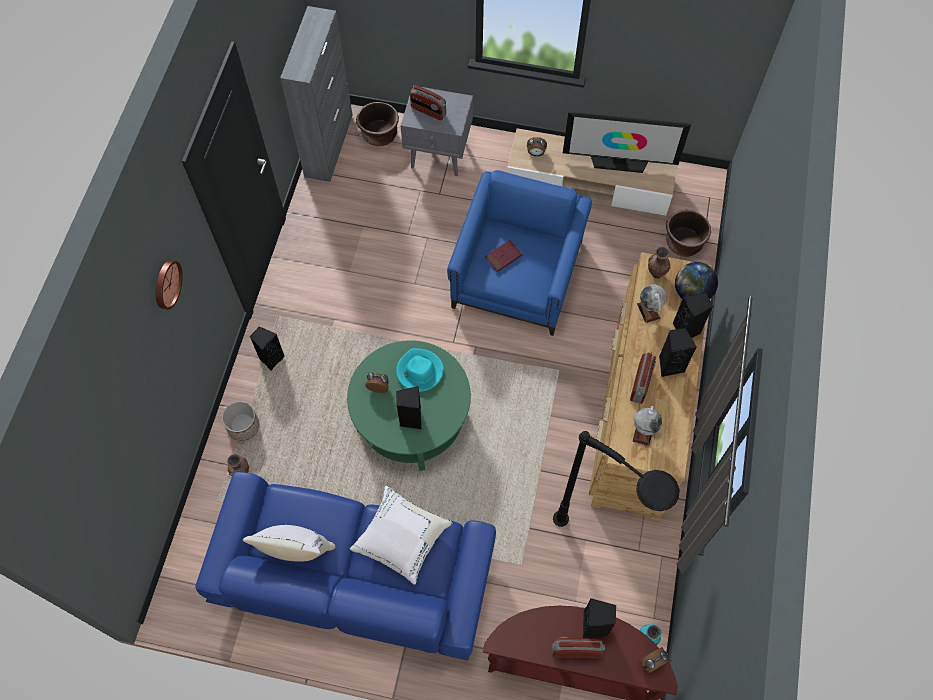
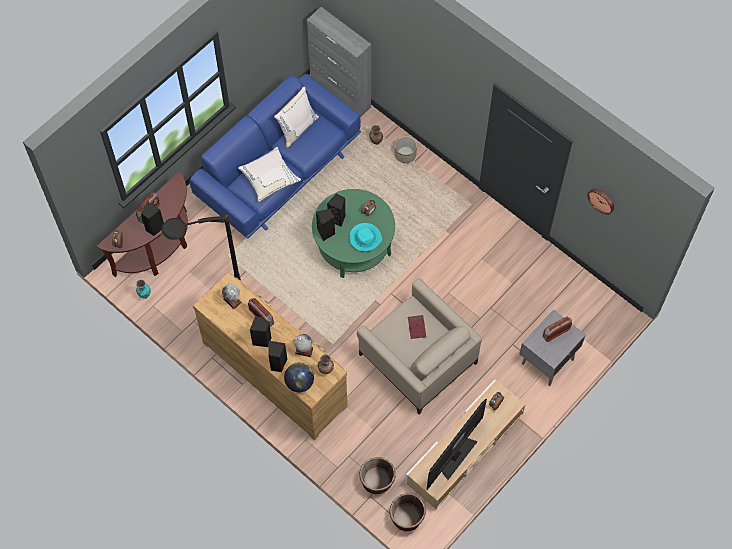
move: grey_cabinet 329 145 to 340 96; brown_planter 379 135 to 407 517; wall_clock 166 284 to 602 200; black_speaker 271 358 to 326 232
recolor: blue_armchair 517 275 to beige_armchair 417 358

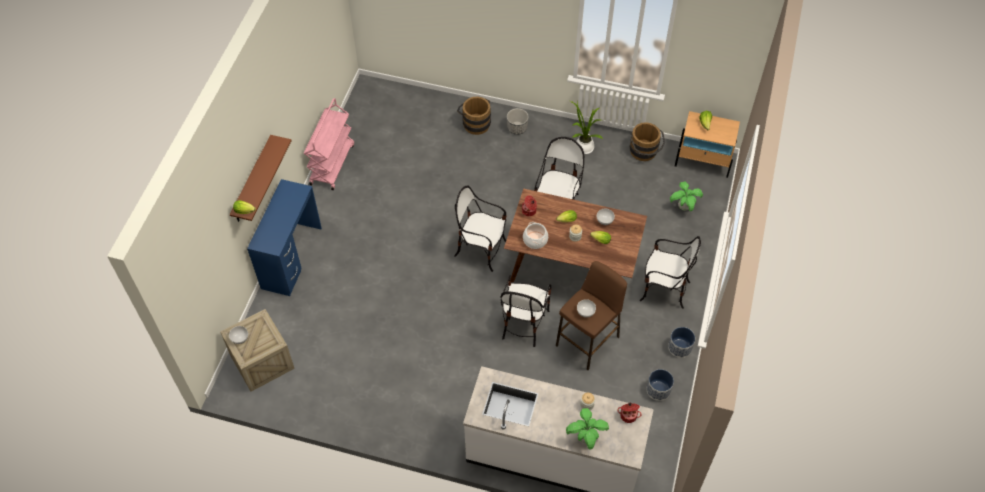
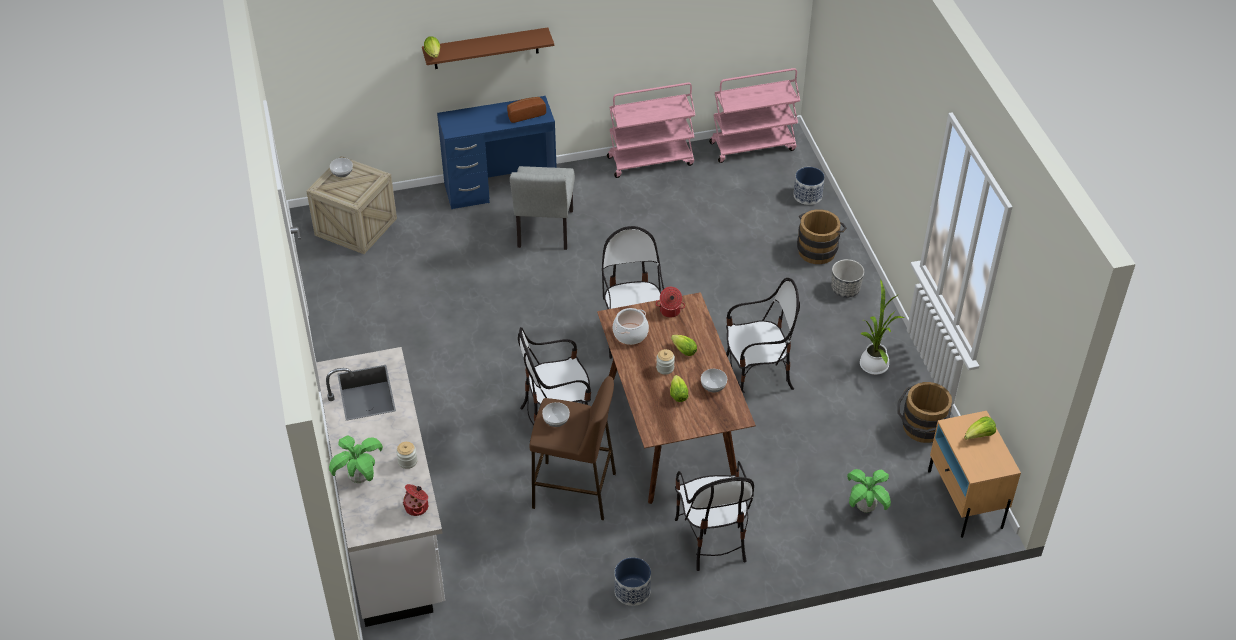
insert: pink_cart 753 146; bread 525 114; grey_chair 544 233
move: planter 658 390 to 807 195

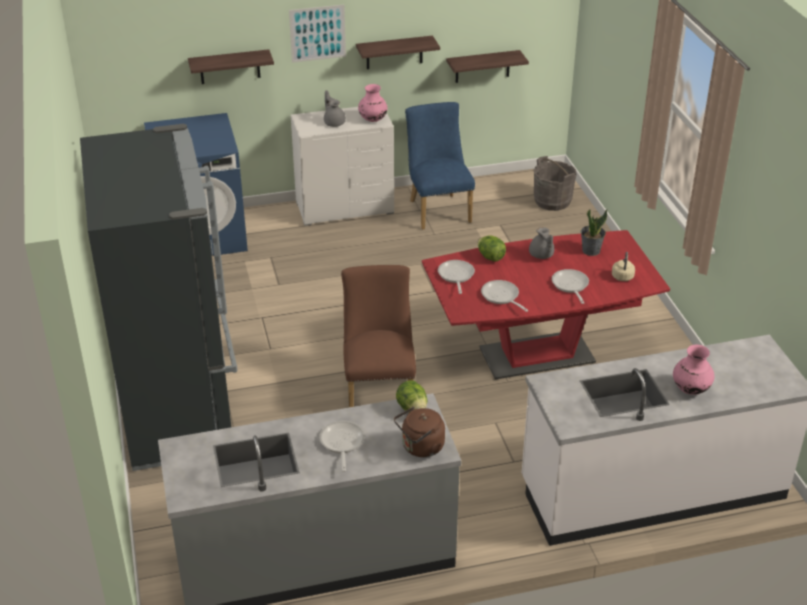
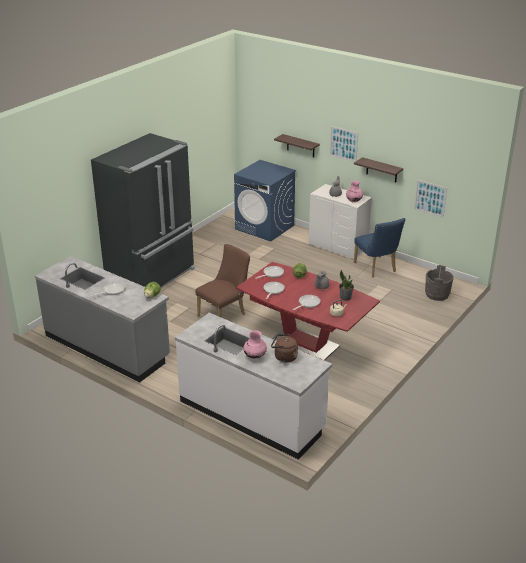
move: brown_kettle 420 448 to 284 357
replace: shelf 482 66 to picture 430 198
rotate: blue_chair 438 209 = 376 268 120 degrees clockwise

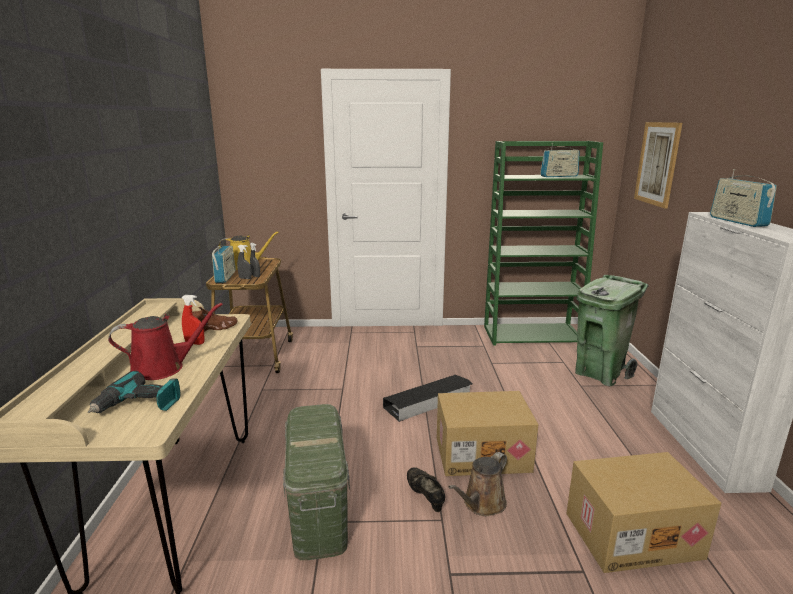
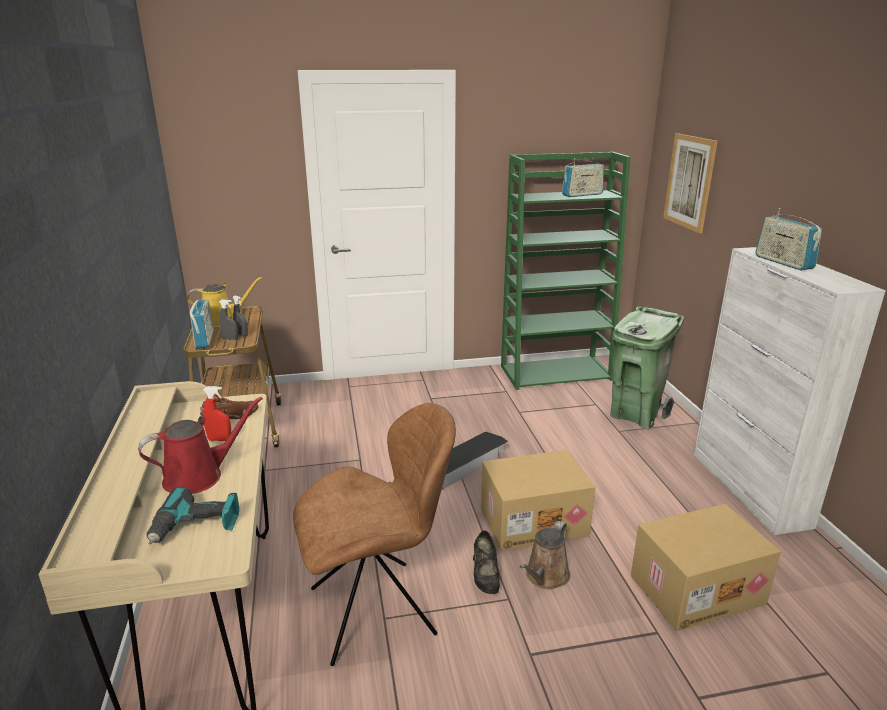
replace: green_storage_box 319 513 to brown_chair 377 609
rotate: black_shoe 425 497 = 485 576 150 degrees counterclockwise

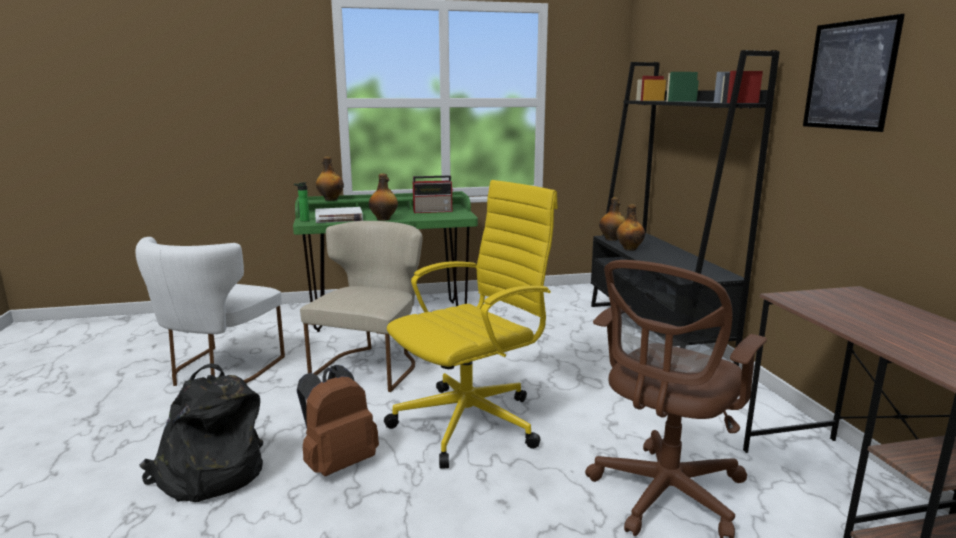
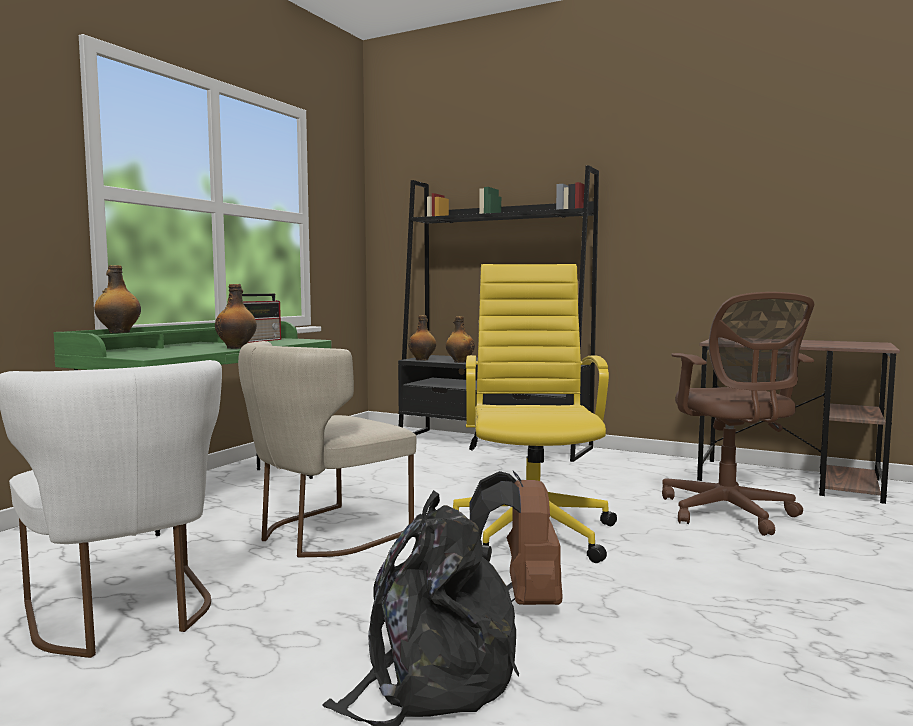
delete: picture 849 75; bottle 303 220; white_book 339 218
rotate: beige_chair 372 365 = 324 535 105 degrees counterclockwise

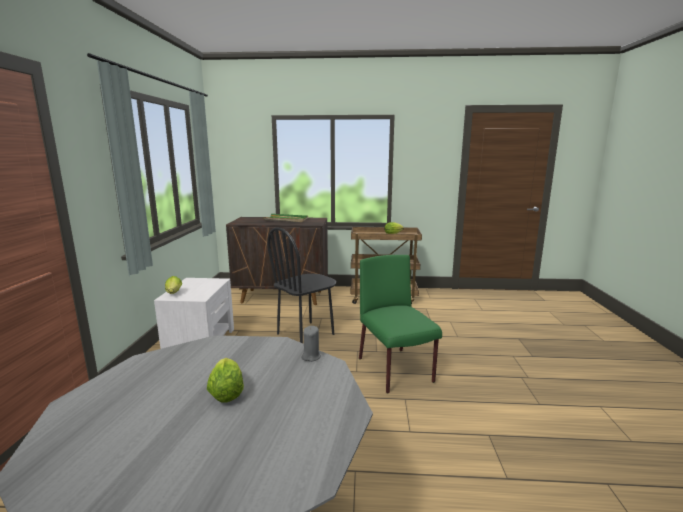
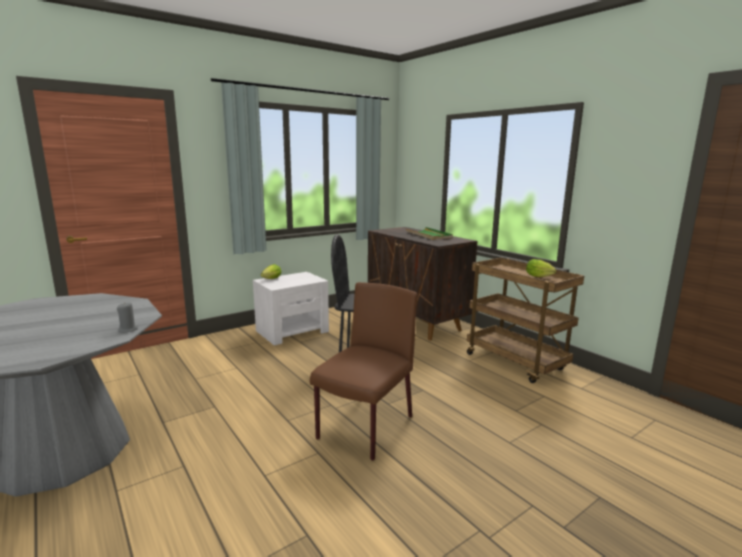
delete: lettuce 227 391
recolor: green_chair 395 370 to brown_chair 365 428

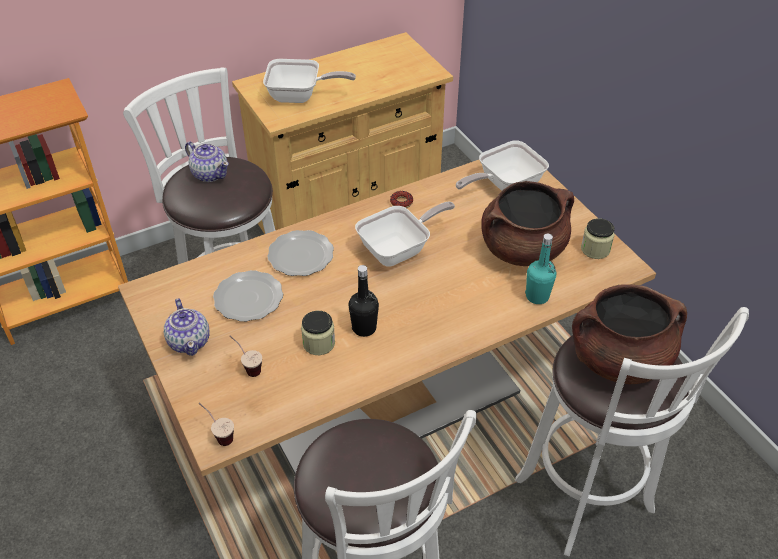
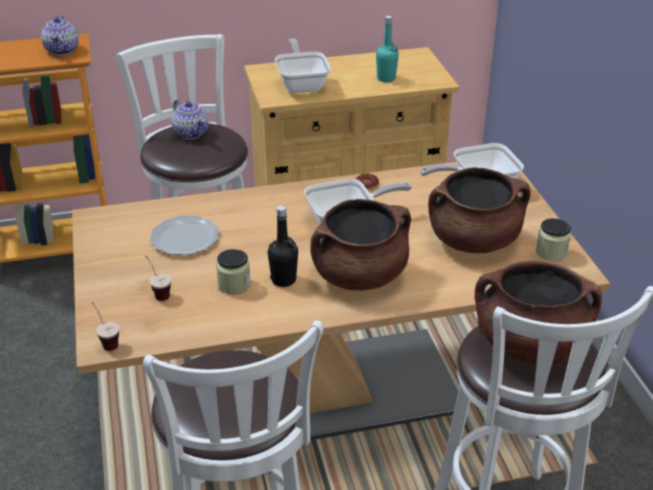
delete: plate 300 256
insert: brown_cooking_pot 359 275
move: turquoise_bottle 537 296 to 386 78; teapot 189 341 to 62 50
rotate: frying_pan 300 96 = 302 84 120 degrees counterclockwise

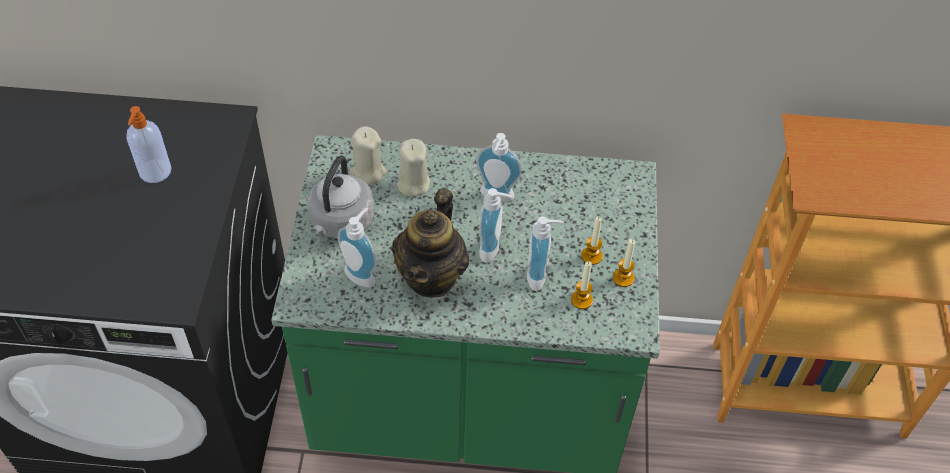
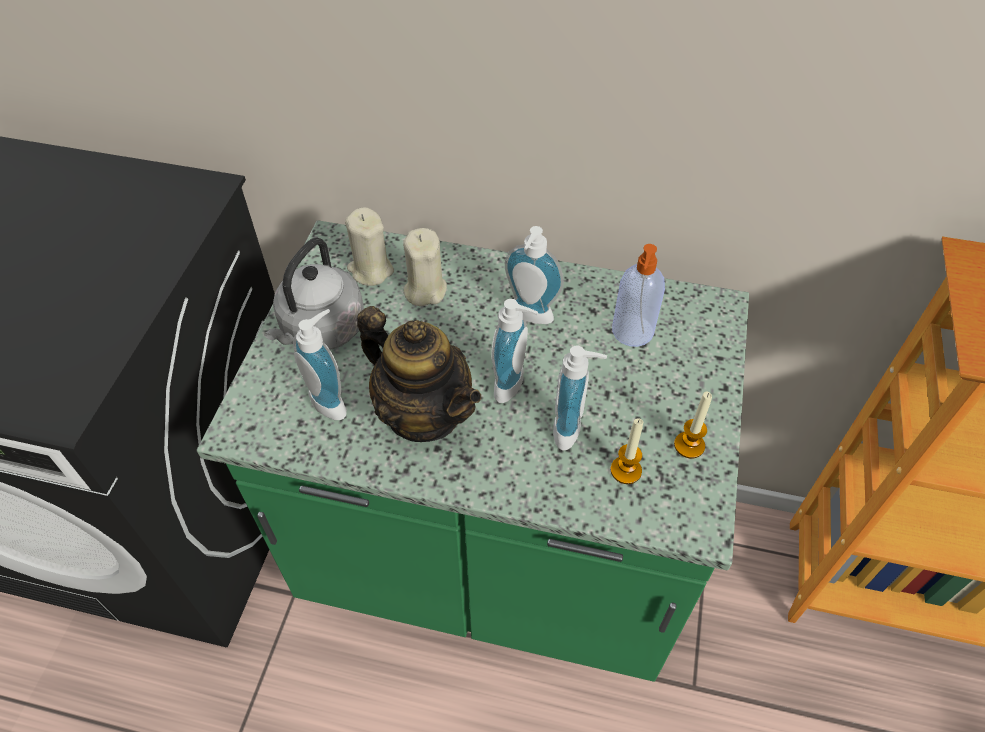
delete: candle 591 256
move: soap_dispenser 154 172 to 632 332
rotate: teapot 432 276 = 424 413 75 degrees counterclockwise

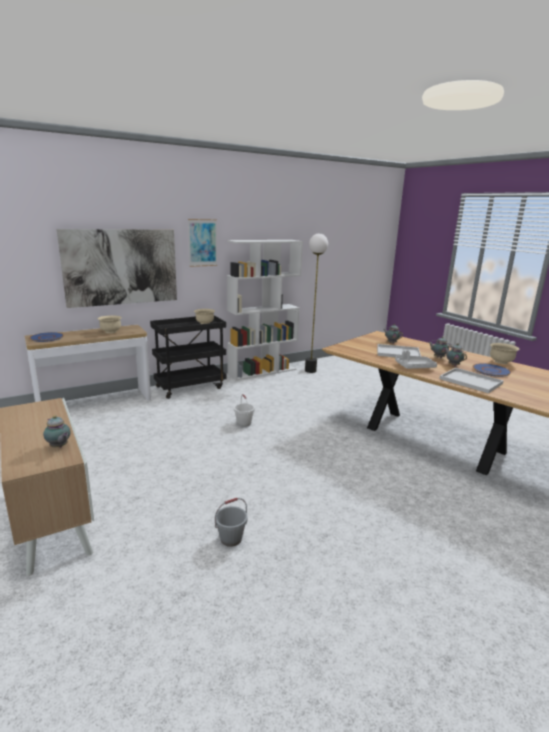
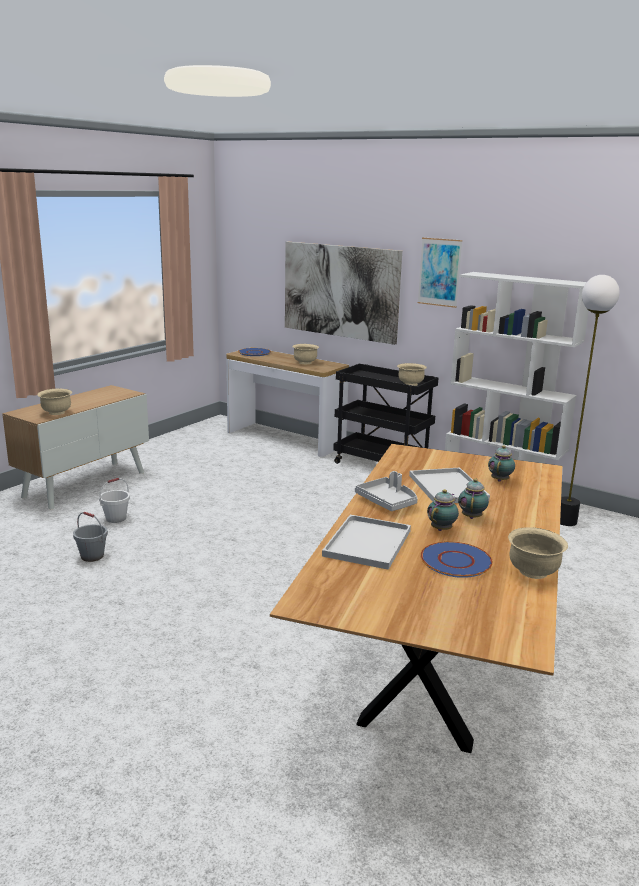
move: white_bucket 244 423 to 116 518
replace: teapot 59 447 to beige_bowl 56 413

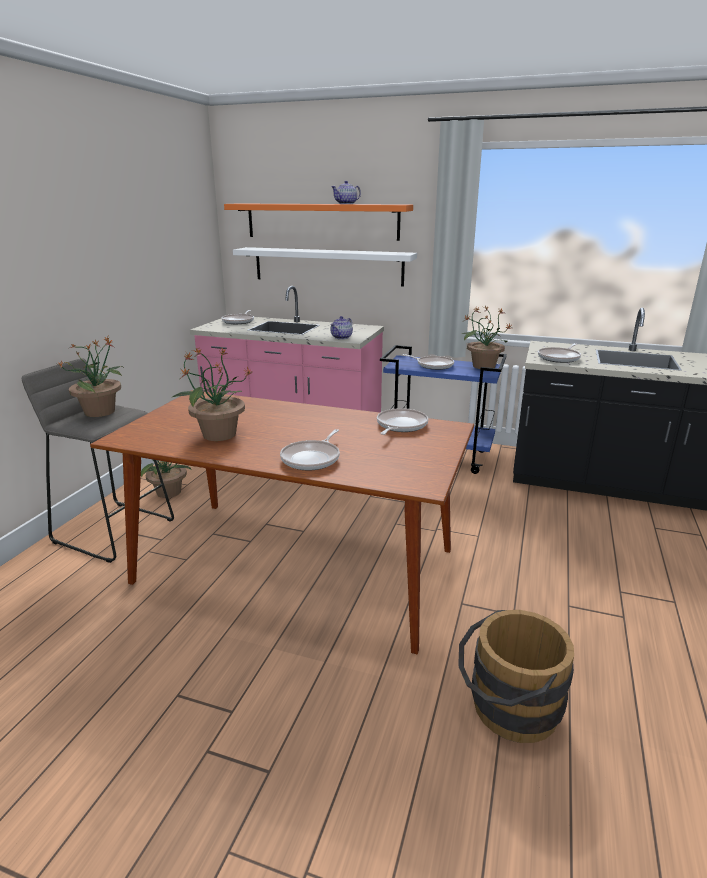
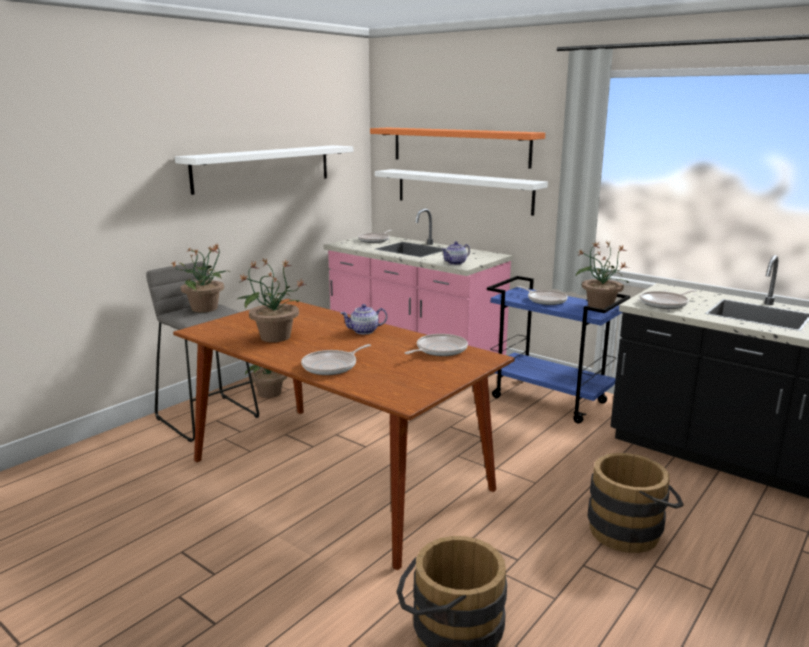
insert: white_shelf 263 168; brown_bucket 630 531
move: teapot 346 204 to 364 331

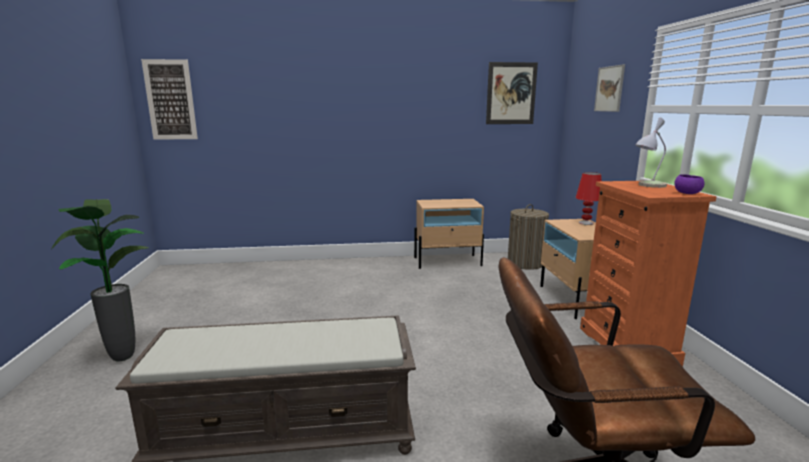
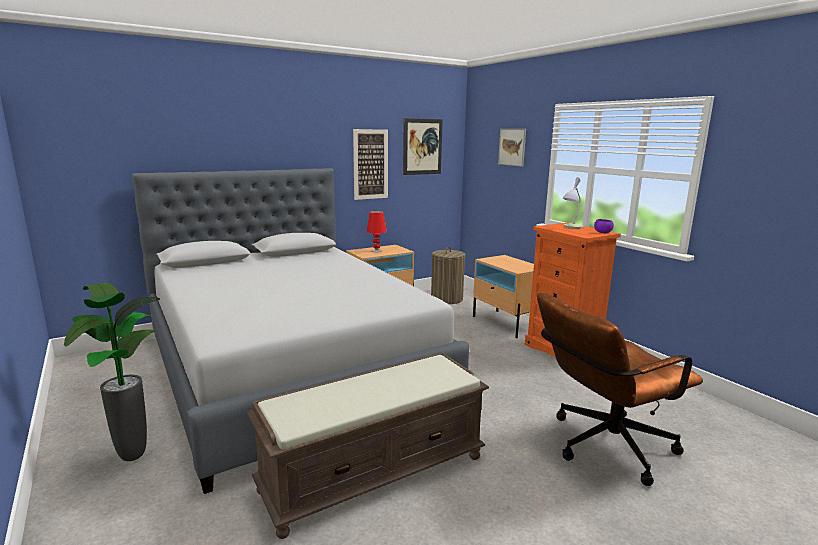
insert: grey_bed 291 369
move: picture 170 100 to 370 164; red_table_lamp 586 223 to 376 251

